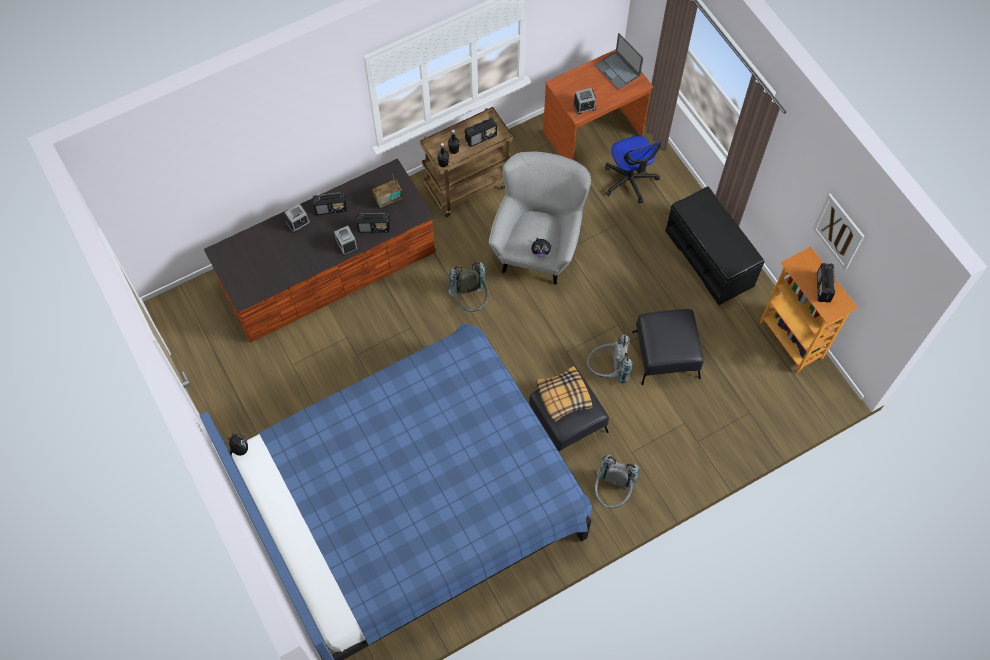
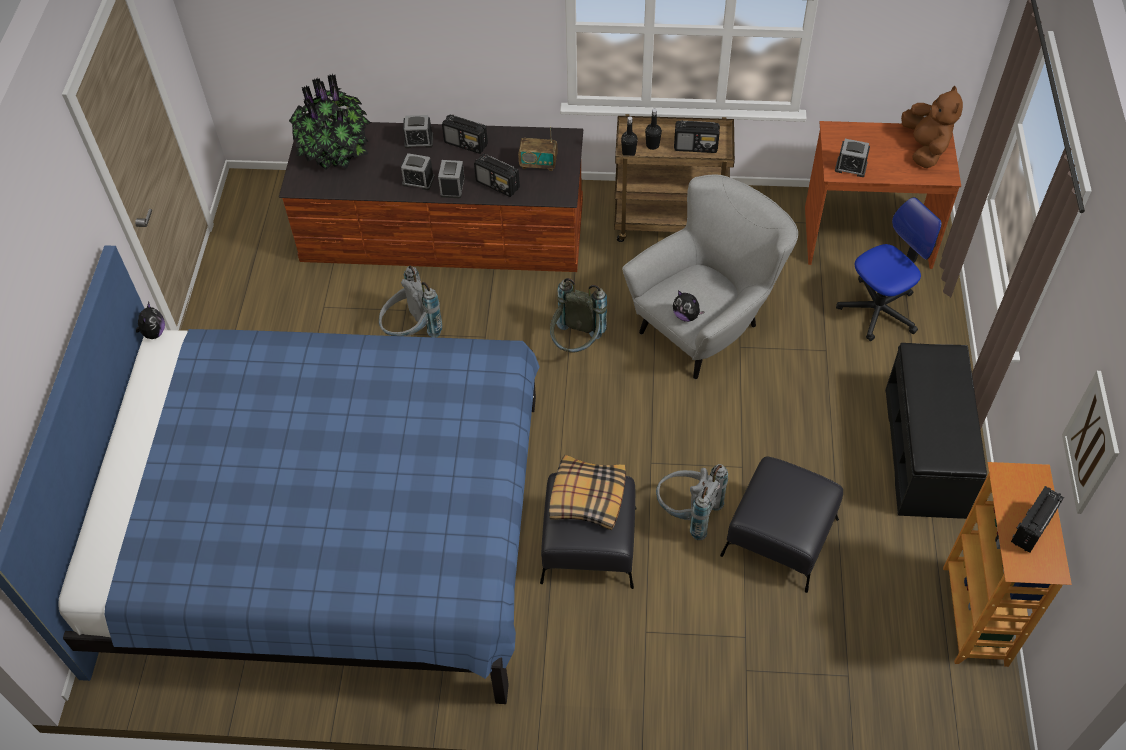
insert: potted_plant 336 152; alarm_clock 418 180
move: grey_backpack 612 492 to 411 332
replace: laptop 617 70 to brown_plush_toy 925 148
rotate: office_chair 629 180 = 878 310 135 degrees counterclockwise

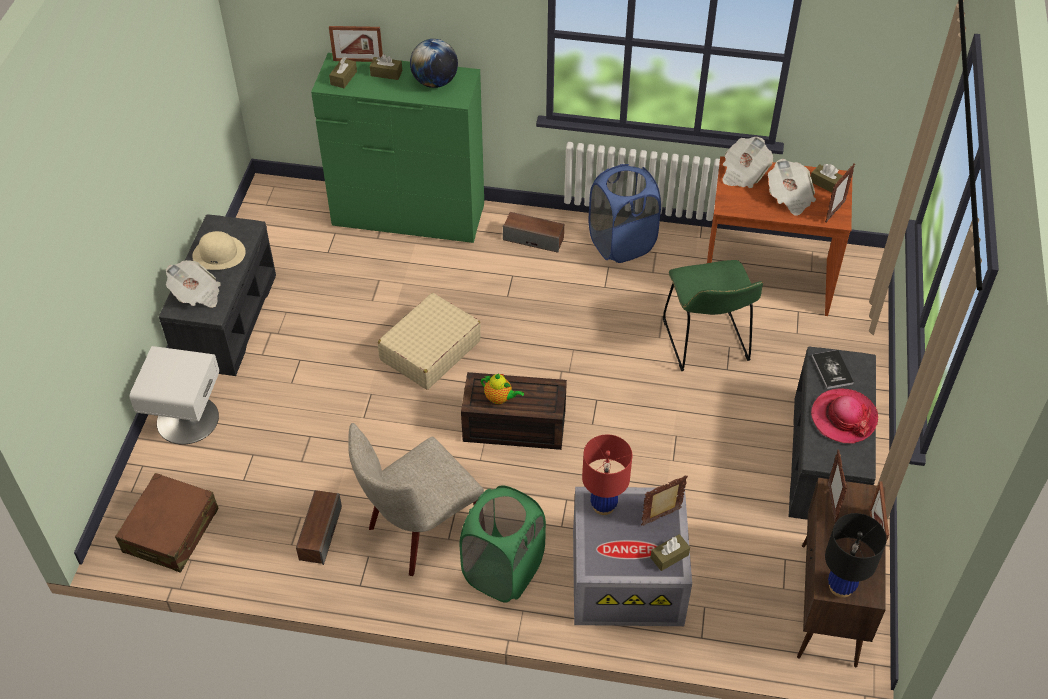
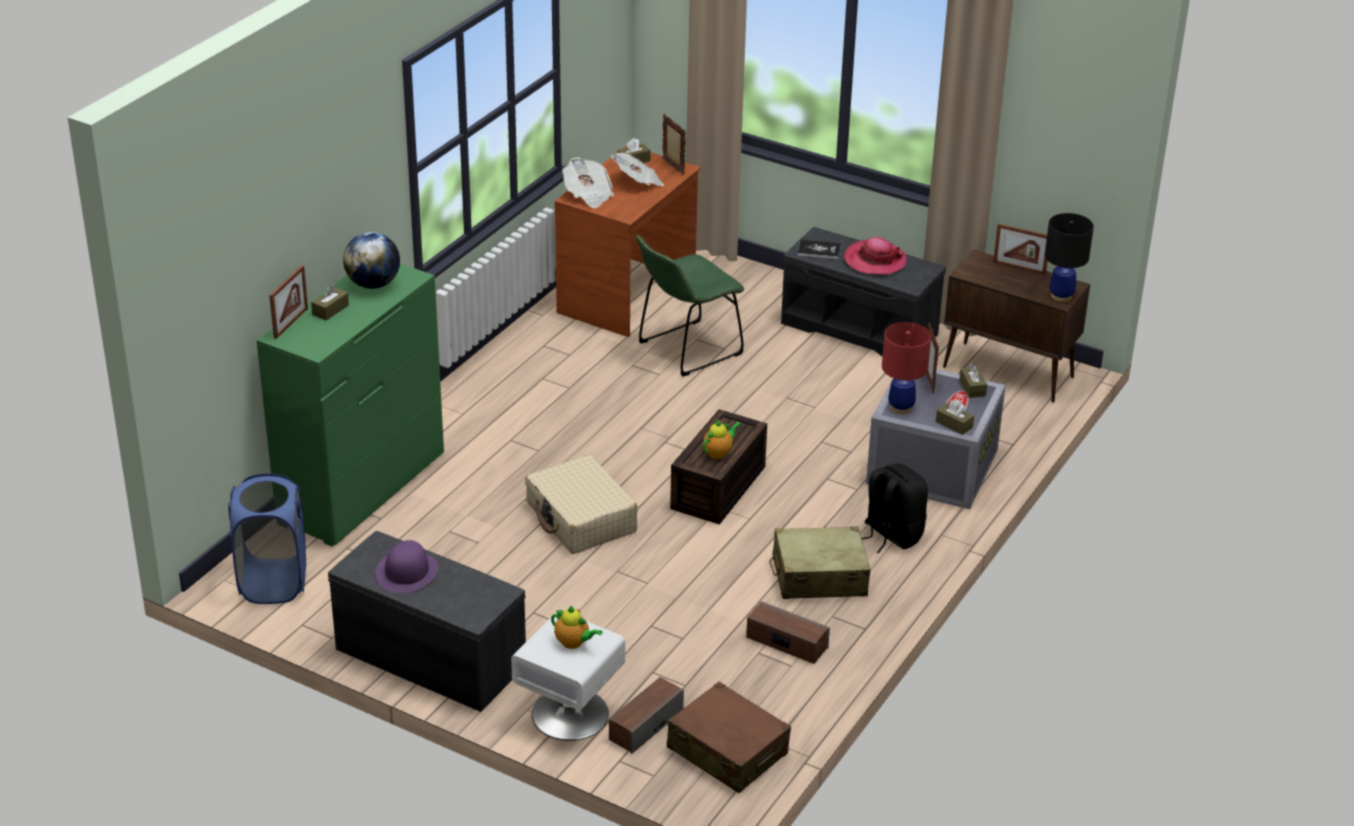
delete: newspaper 196 294; picture_frame 831 503
insert: teapot 574 643
move: brown_tissue_box 343 78 to 954 424; blue_laundry_basket 621 243 to 273 582; speaker 533 238 to 645 724
replace: beige_chair 419 532 to beige_suitcase 819 577; green_laundry_basket 503 571 to black_backpack 891 535
recolor: beige_hat 219 253 to purple_hat 407 571
rotate: green_chair 707 344 = 686 350 135 degrees clockwise

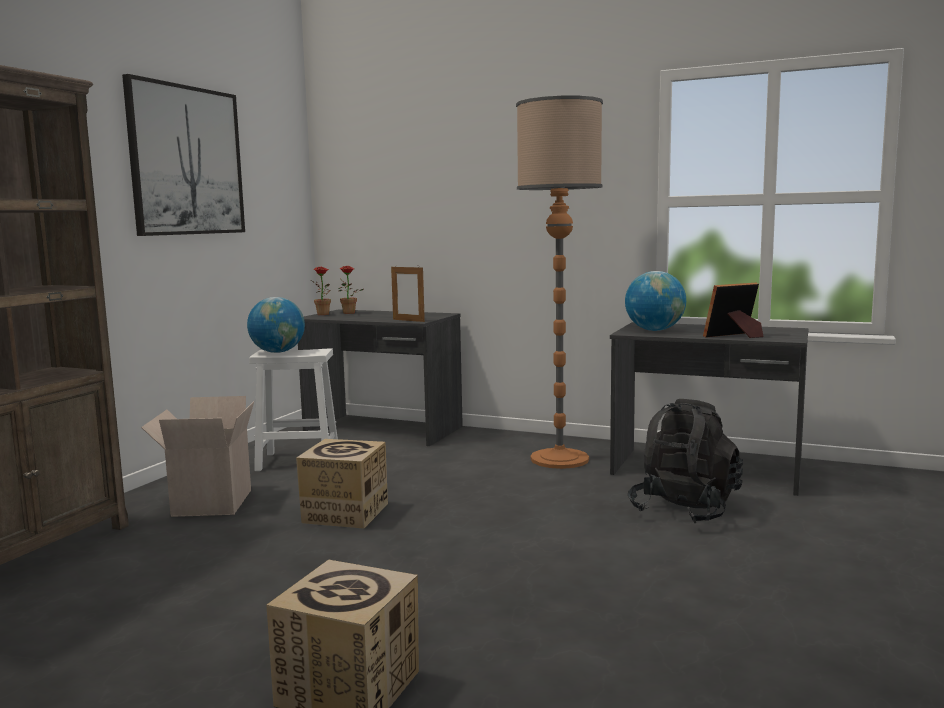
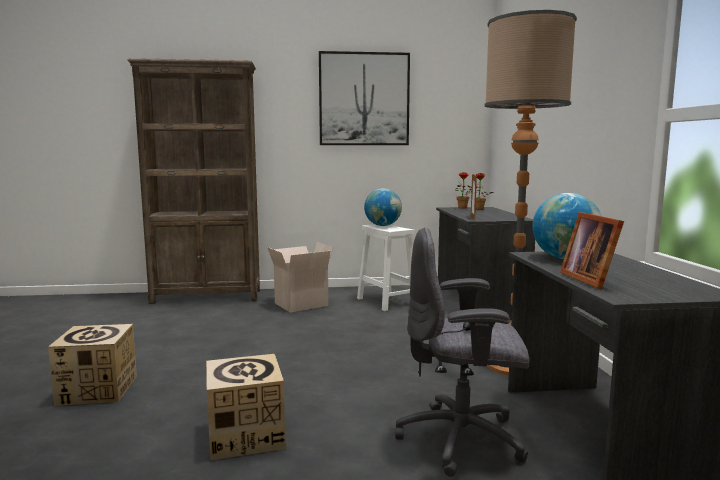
move: cardboard_box 345 513 to 245 435
replace: black_backpack 684 510 to grey_office_chair 463 440
rotate: picture_frame 735 336 = 591 279 135 degrees counterclockwise

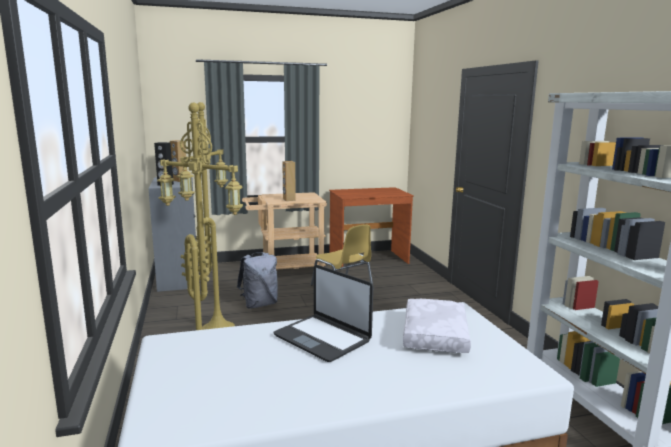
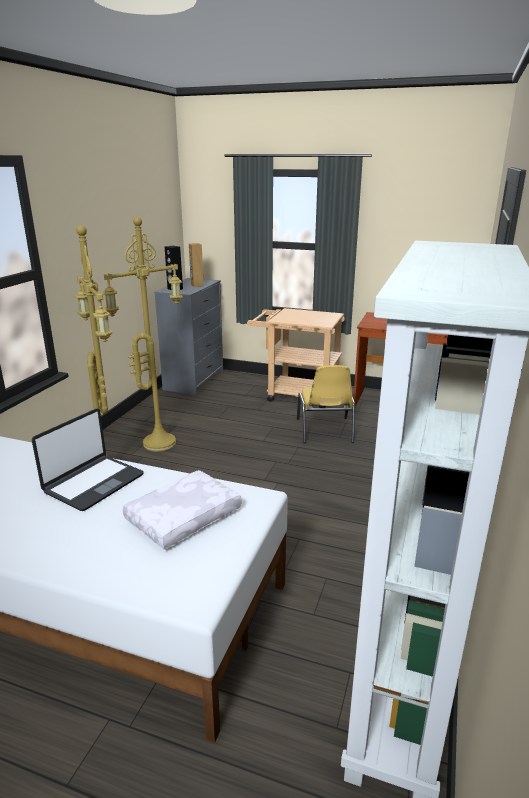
delete: brown_speaker 289 200; grey_backpack 259 304
rotate: laptop 323 338 = 93 483 135 degrees counterclockwise

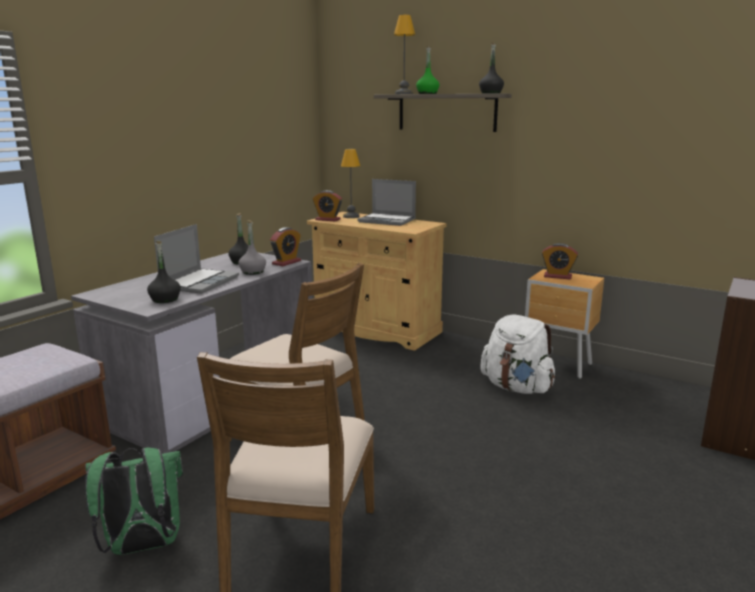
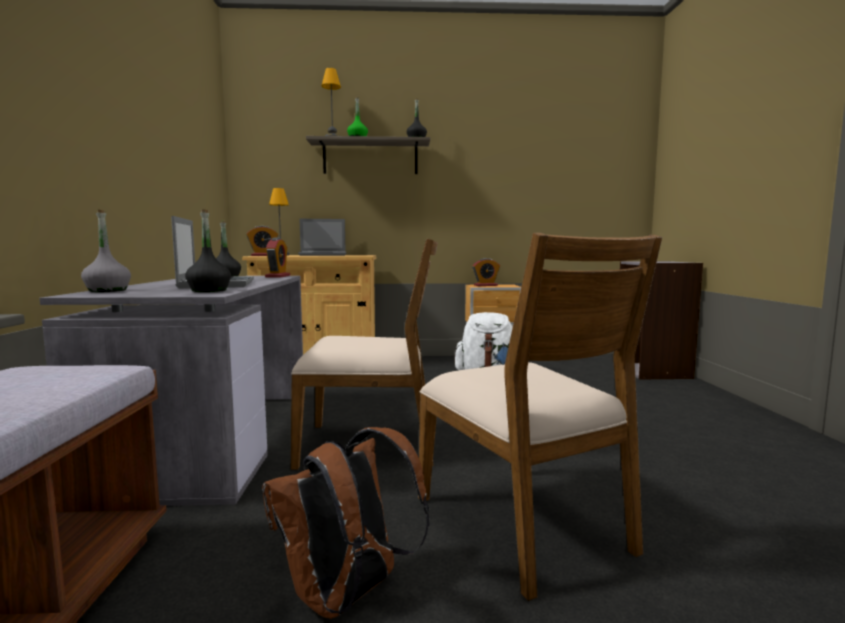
move: grey_bottle 253 272 to 108 290
recolor: green_backpack 142 546 to brown_backpack 347 597

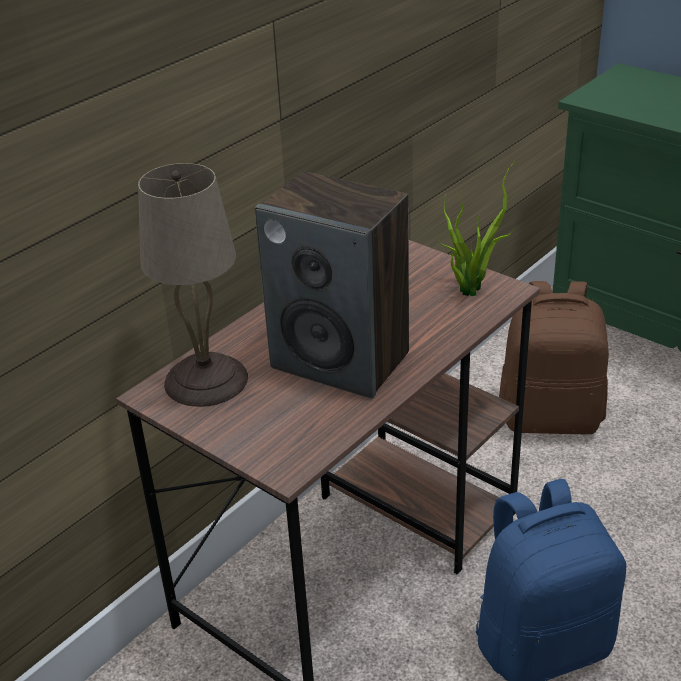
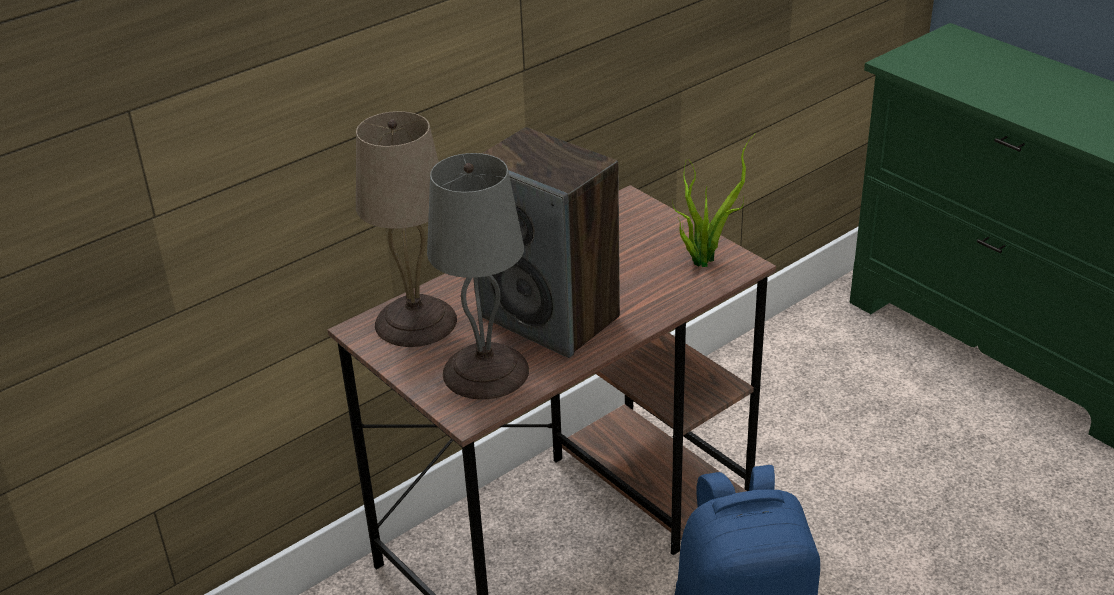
delete: brown_backpack 551 417
insert: grey_table_lamp 485 370

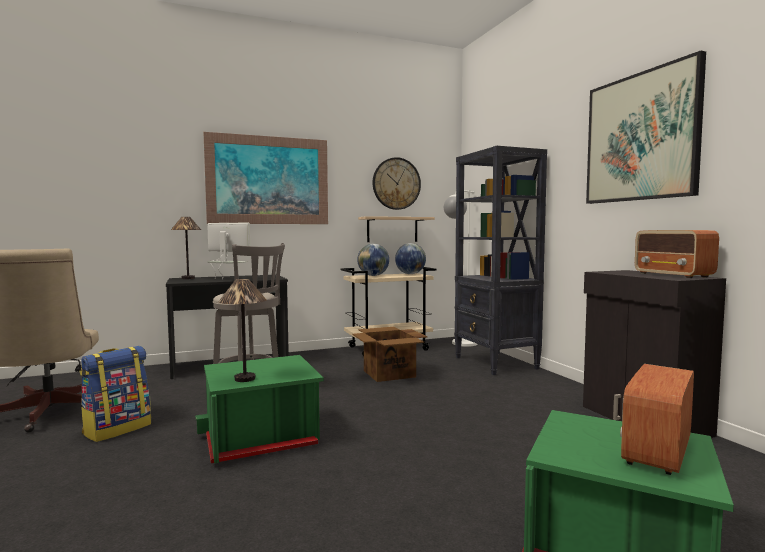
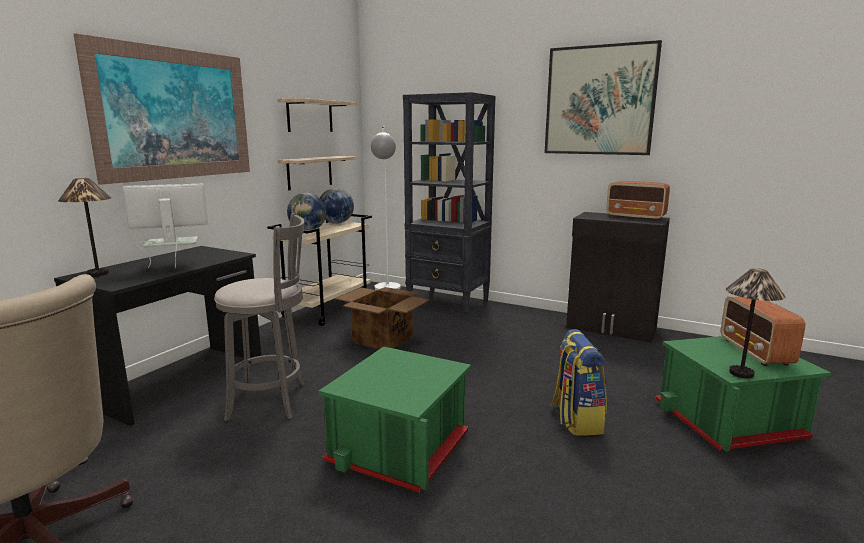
move: table_lamp 245 379 to 741 373; backpack 117 429 to 575 419
replace: wall_clock 396 183 to shelf 310 116

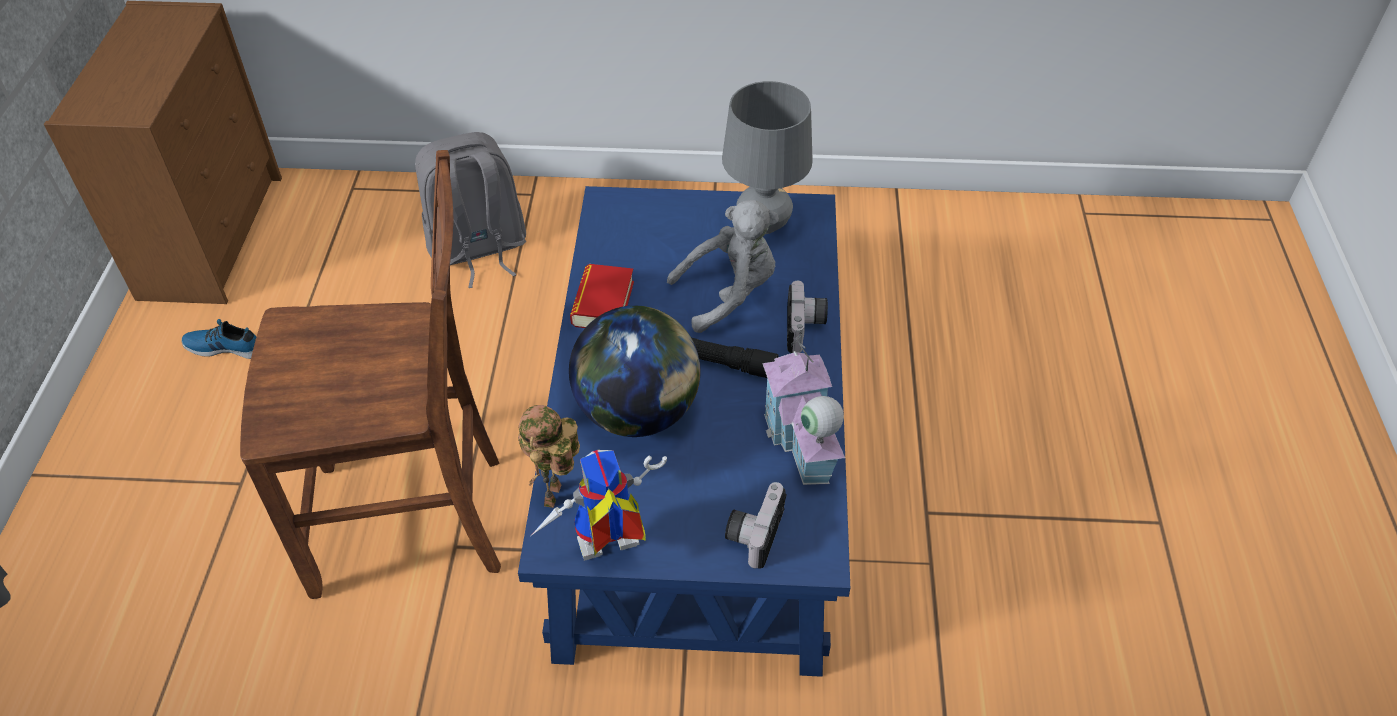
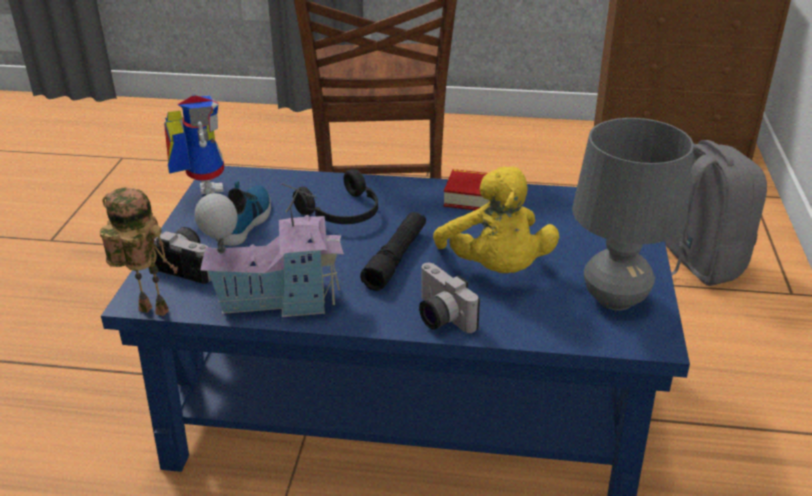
move: shoe 225 346 to 247 221; toy_robot 555 498 to 149 312
replace: globe 638 412 to black_headphones 343 213
recolor: grey_plush_toy 729 293 to yellow_plush_toy 495 269
rotate: photo_camera 806 328 = 439 317 45 degrees clockwise

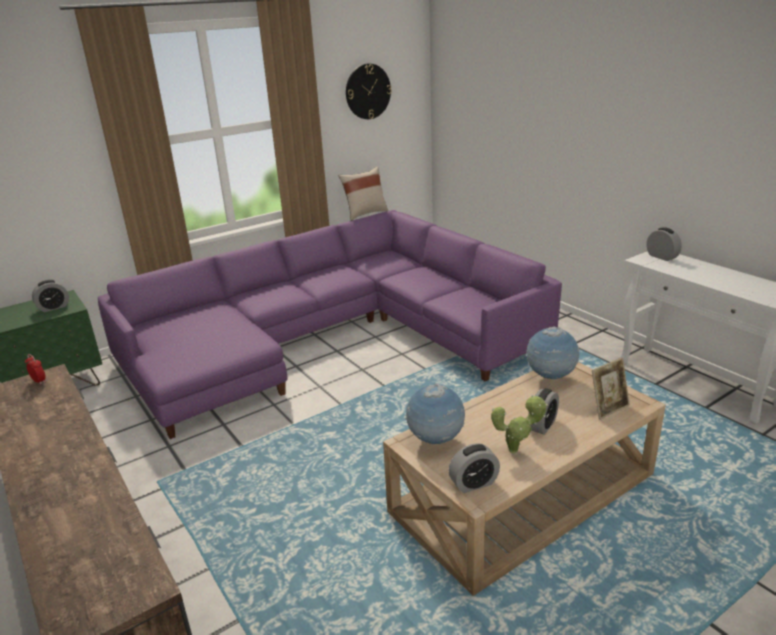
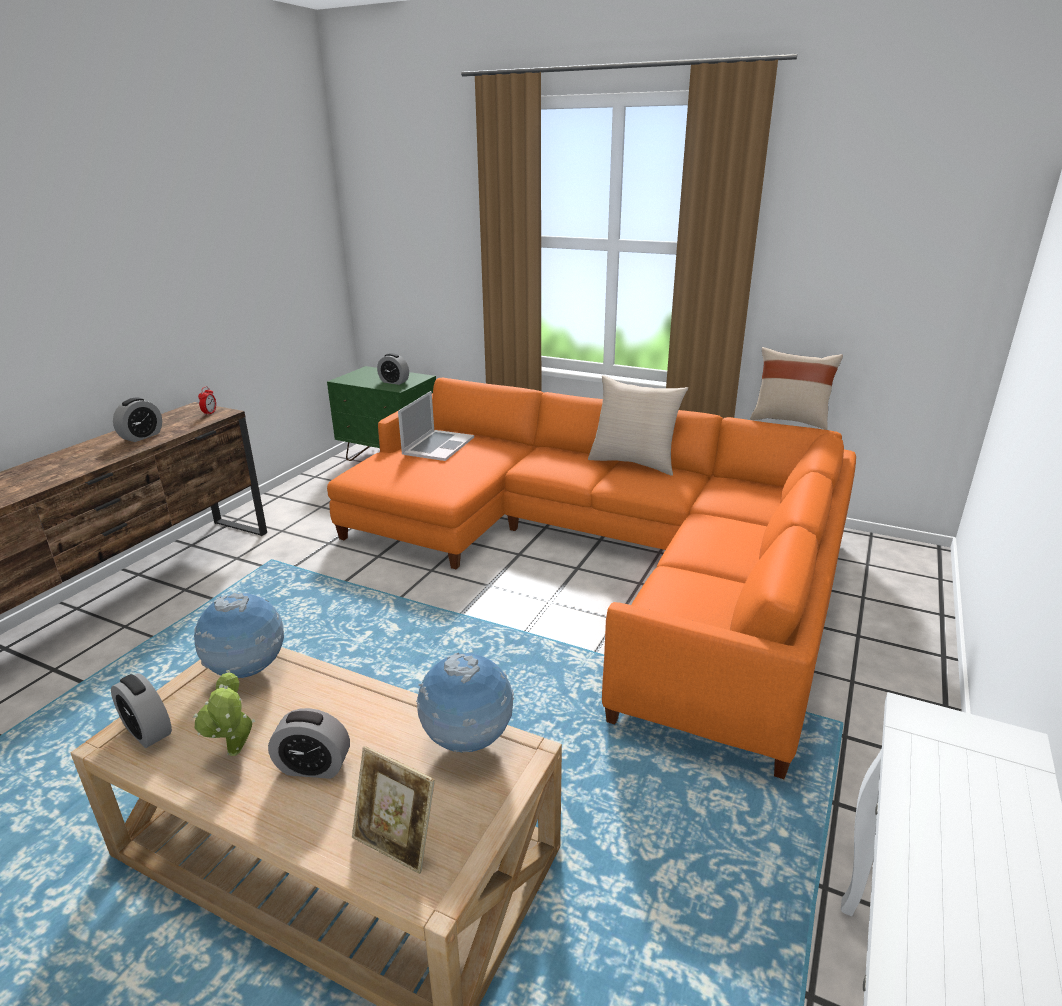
delete: wall_clock 368 91
insert: beige_pillow 634 462; laptop 438 445
move: alarm_clock 661 257 to 142 436
recolor: purple_sofa 331 338 to orange_sofa 601 554

